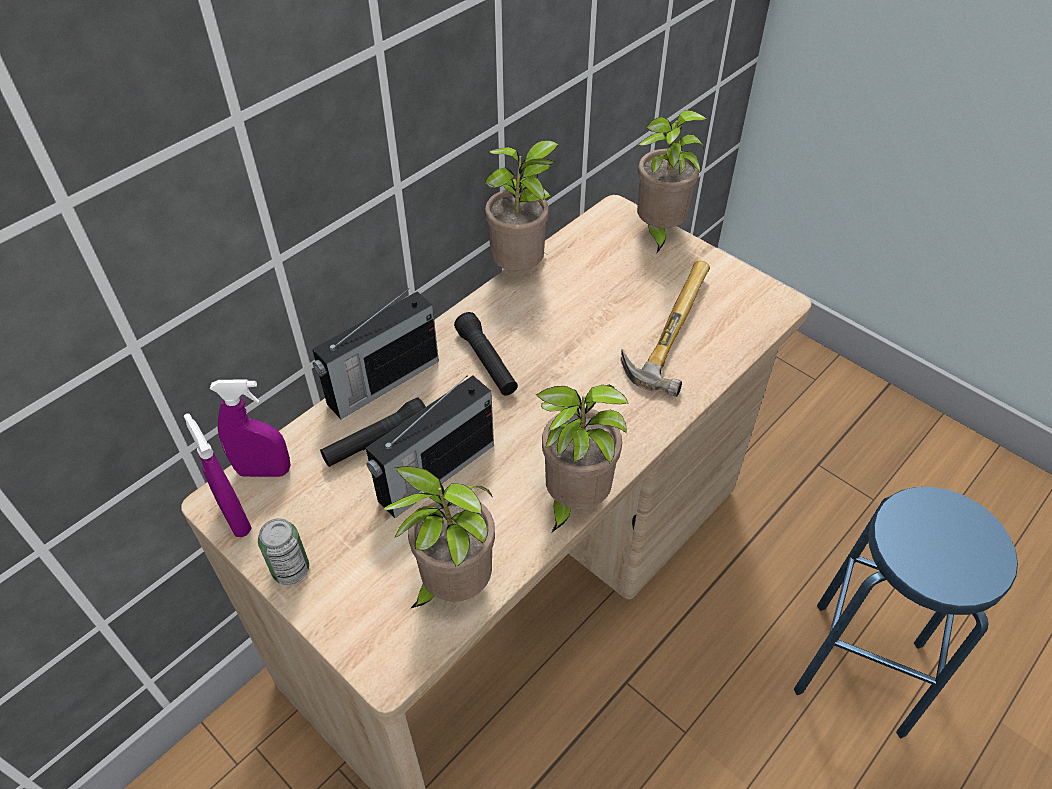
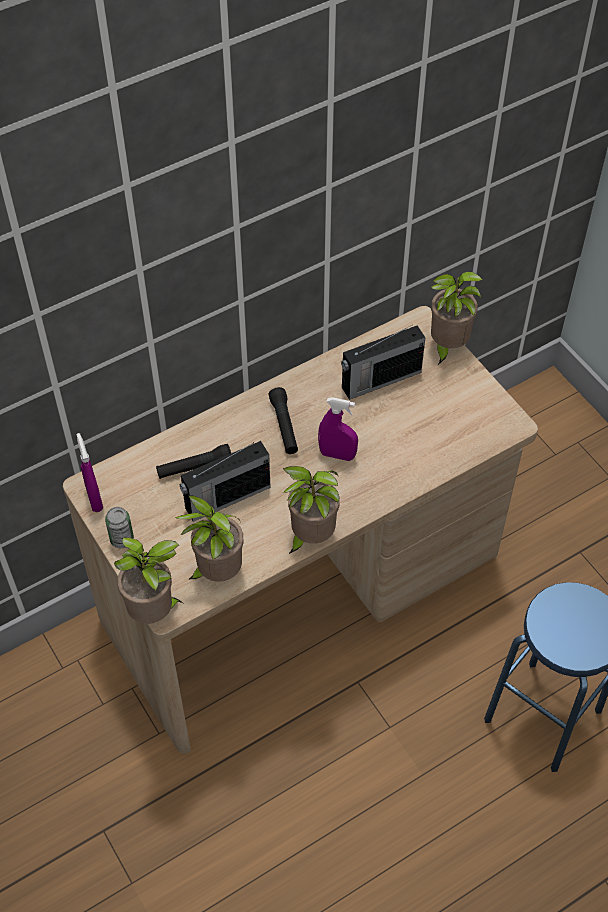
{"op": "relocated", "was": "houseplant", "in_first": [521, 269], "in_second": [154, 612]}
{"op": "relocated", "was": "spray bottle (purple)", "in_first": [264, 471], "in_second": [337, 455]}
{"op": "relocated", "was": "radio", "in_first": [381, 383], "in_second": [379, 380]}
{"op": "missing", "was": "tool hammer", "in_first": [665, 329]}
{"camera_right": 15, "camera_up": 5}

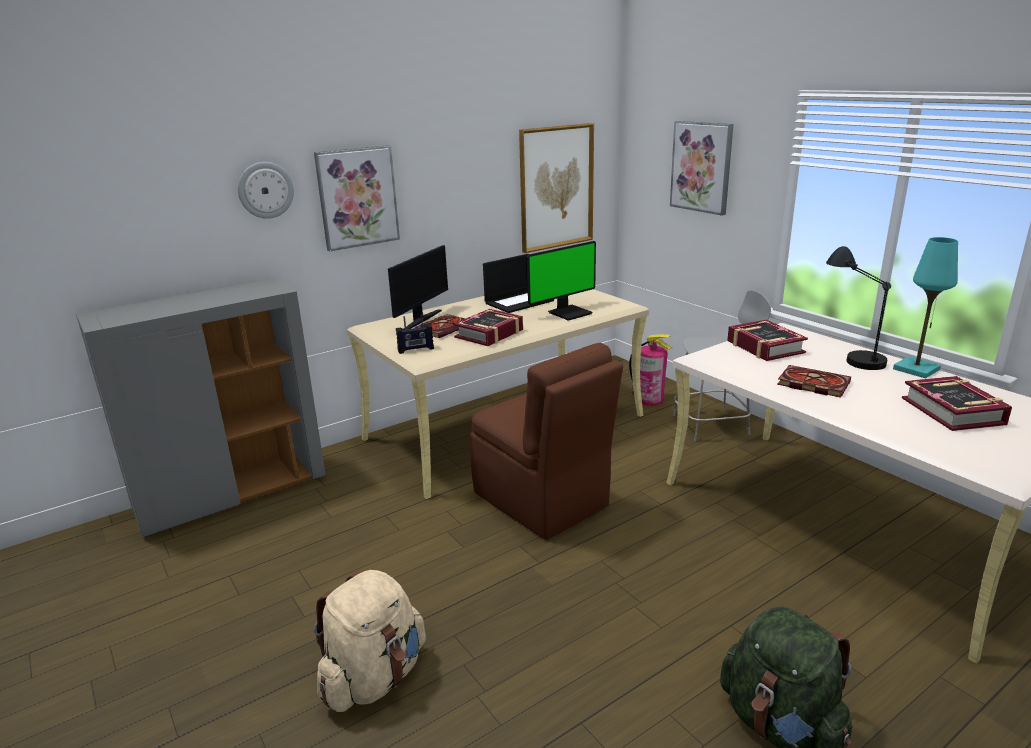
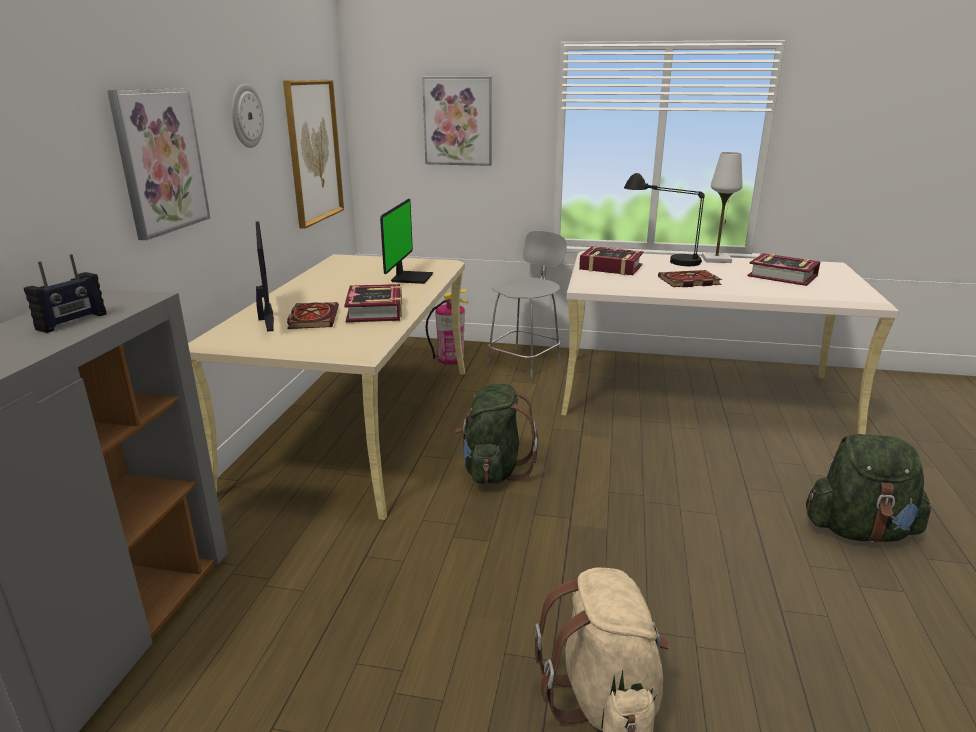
{"op": "relocated", "was": "radio", "in_first": [416, 350], "in_second": [72, 322]}
{"op": "relocated", "was": "hanging clock", "in_first": [265, 190], "in_second": [246, 116]}
{"op": "exchanged", "was": "plain chair (brown)", "now": "rucksack (greenish)", "in_first": [542, 501], "in_second": [494, 470]}
{"op": "colour", "was": "tabletop lamp (turquoise-coloured)", "now": "tabletop lamp (white)", "in_first": [916, 369], "in_second": [716, 259]}
{"op": "missing", "was": "notebook computer", "in_first": [519, 302]}
{"camera_right": -45, "camera_up": 0}

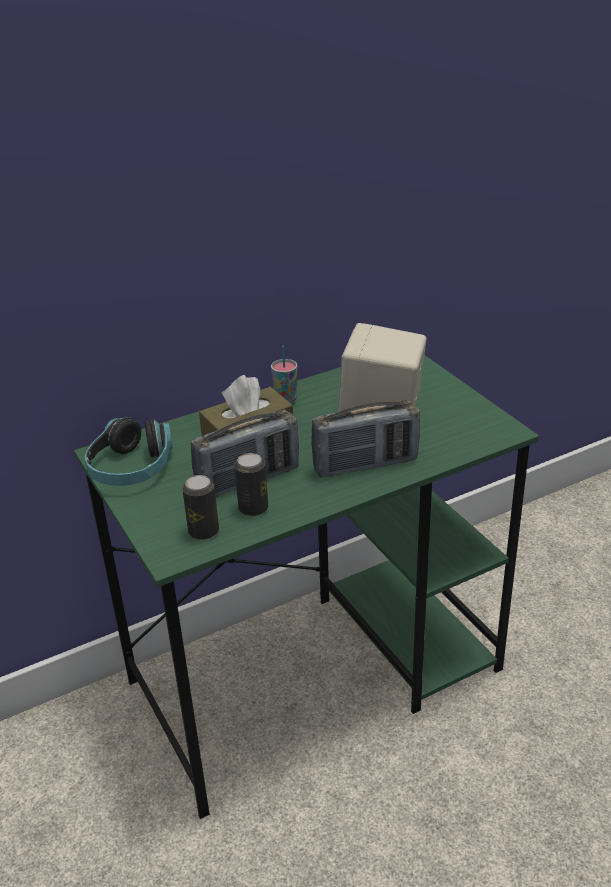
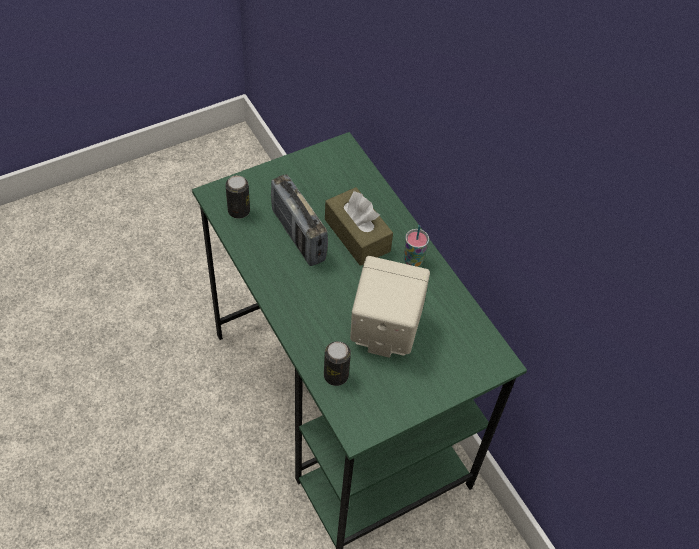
{"op": "relocated", "was": "can", "in_first": [253, 508], "in_second": [336, 375]}
{"op": "missing", "was": "headphones", "in_first": [131, 468]}
{"op": "missing", "was": "radio", "in_first": [365, 465]}
{"camera_right": 85, "camera_up": 20}

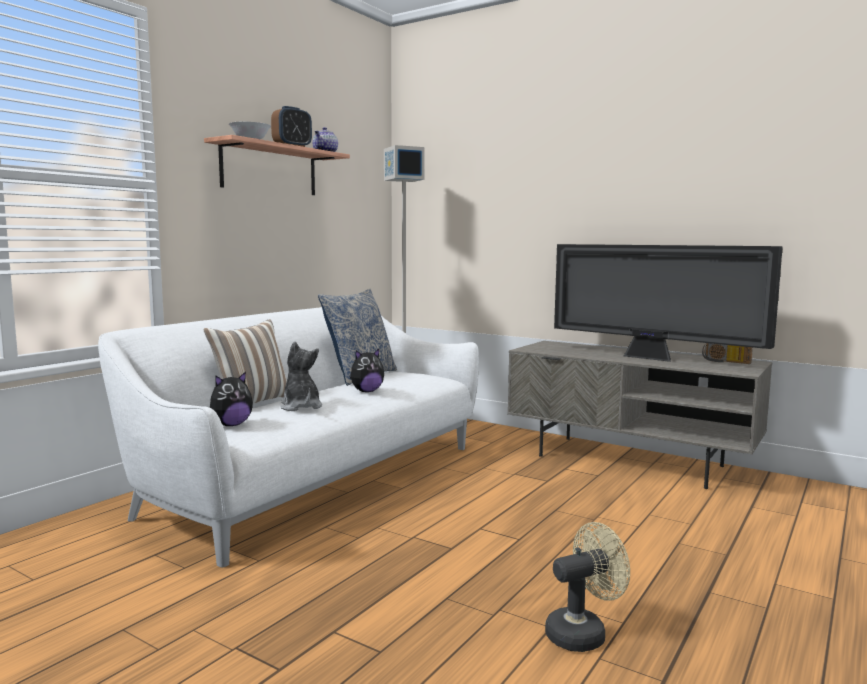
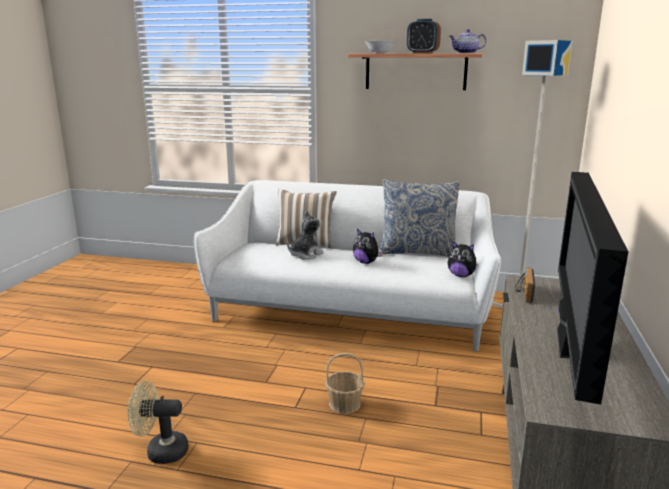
{"op": "spun", "was": "cooling fan (beige-coloured)", "in_first": [583, 633], "in_second": [160, 451], "clockwise": 135}
{"op": "appeared", "now": "household basket", "in_second": [345, 404]}
{"op": "relocated", "was": "soft toy", "in_first": [231, 425], "in_second": [461, 275]}
{"op": "relocated", "was": "radio", "in_first": [725, 362], "in_second": [523, 293]}
{"camera_right": 70, "camera_up": 10}

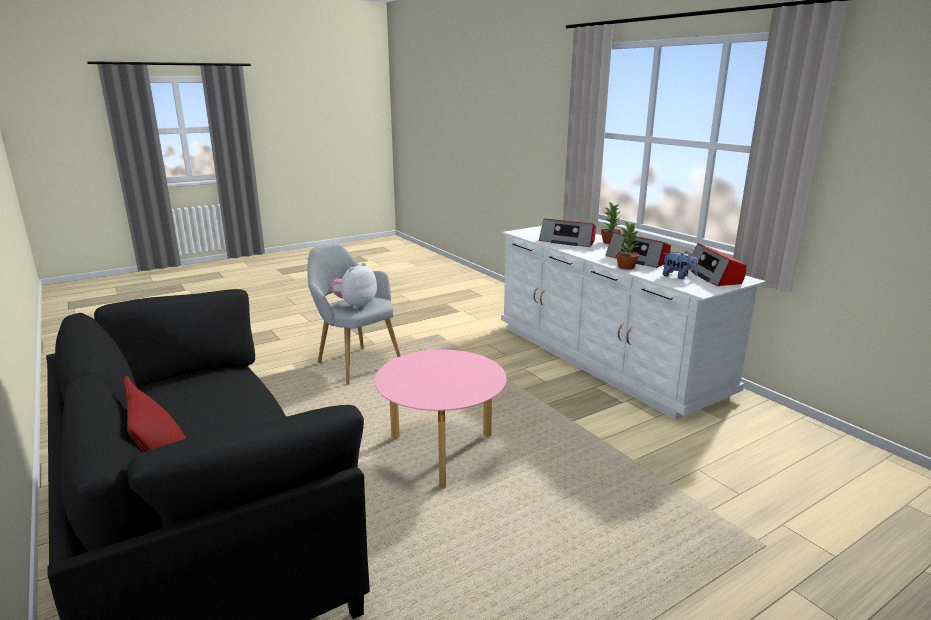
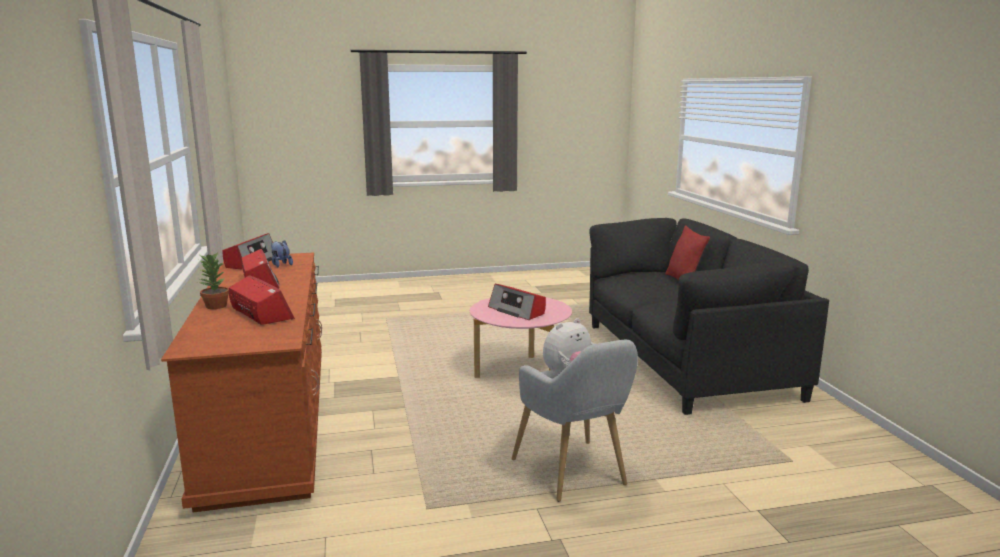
{"op": "colour", "was": "dresser (white)", "now": "dresser (brown)", "in_first": [605, 359], "in_second": [269, 423]}
{"op": "appeared", "now": "radio", "in_second": [517, 311]}
{"op": "missing", "was": "houseplant", "in_first": [626, 267]}
{"camera_right": -160, "camera_up": -5}

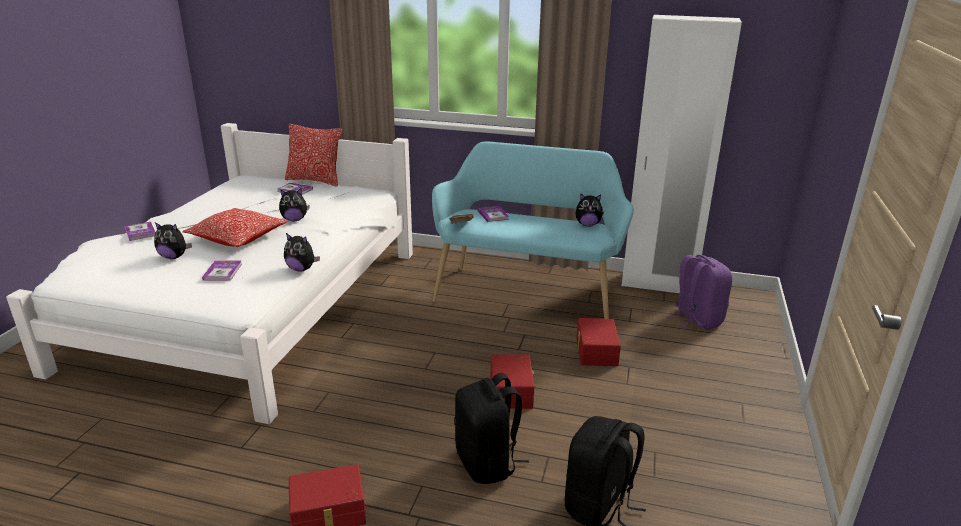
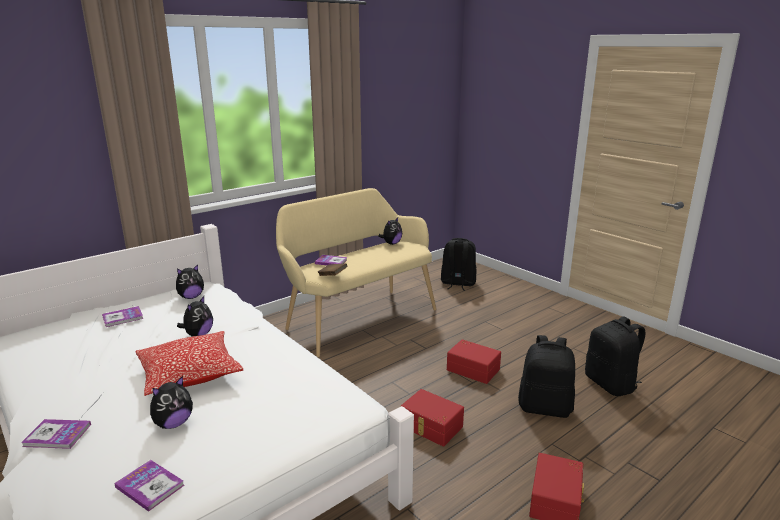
{"op": "relocated", "was": "bound book", "in_first": [222, 272], "in_second": [150, 486]}
{"op": "relocated", "was": "soft toy", "in_first": [302, 269], "in_second": [191, 297]}
{"op": "colour", "was": "bench (turquoise-coloured)", "now": "bench (beige-coloured)", "in_first": [527, 292], "in_second": [357, 318]}
{"op": "relocated", "was": "storage container (red)", "in_first": [595, 351], "in_second": [430, 427]}
{"op": "colour", "was": "rucksack (purple)", "now": "rucksack (black-coloured)", "in_first": [696, 319], "in_second": [457, 283]}
{"op": "missing", "was": "cushion", "in_first": [315, 180]}
{"op": "missing", "was": "armoire (white)", "in_first": [658, 284]}
{"camera_right": -55, "camera_up": -5}

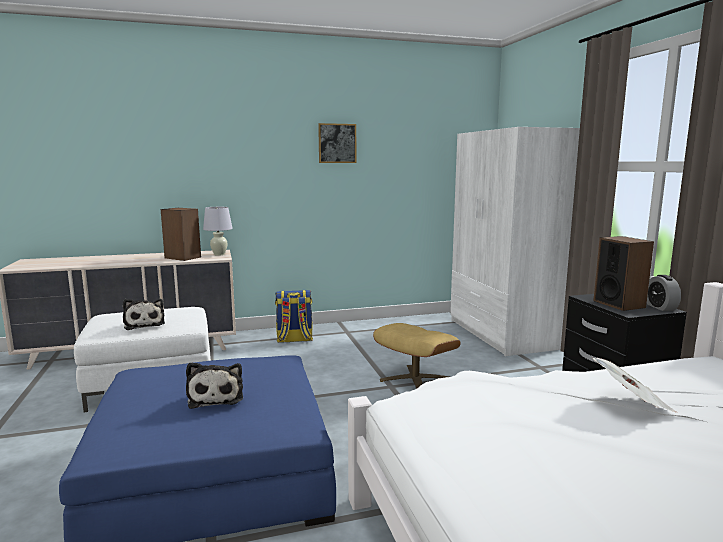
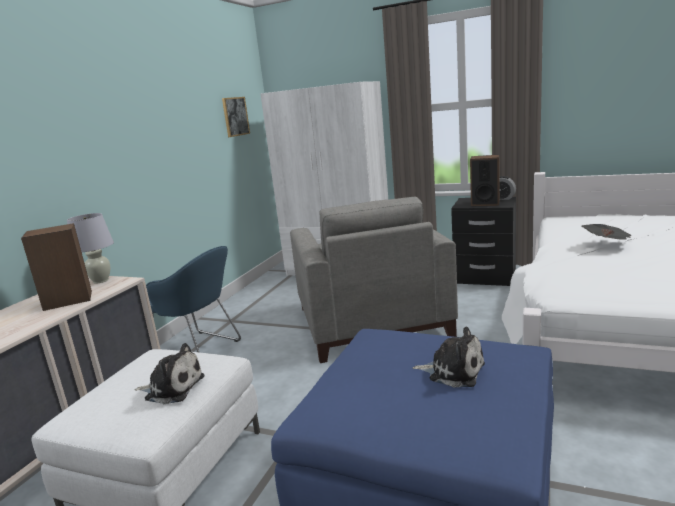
{"op": "exchanged", "was": "rucksack", "now": "lounge chair (bluish)", "in_first": [294, 340], "in_second": [201, 350]}
{"op": "relocated", "was": "wall picture", "in_first": [337, 143], "in_second": [235, 116]}
{"op": "exchanged", "was": "footrest (beige-coloured)", "now": "lounge chair (grey)", "in_first": [414, 379], "in_second": [370, 320]}
{"camera_right": -50, "camera_up": 5}

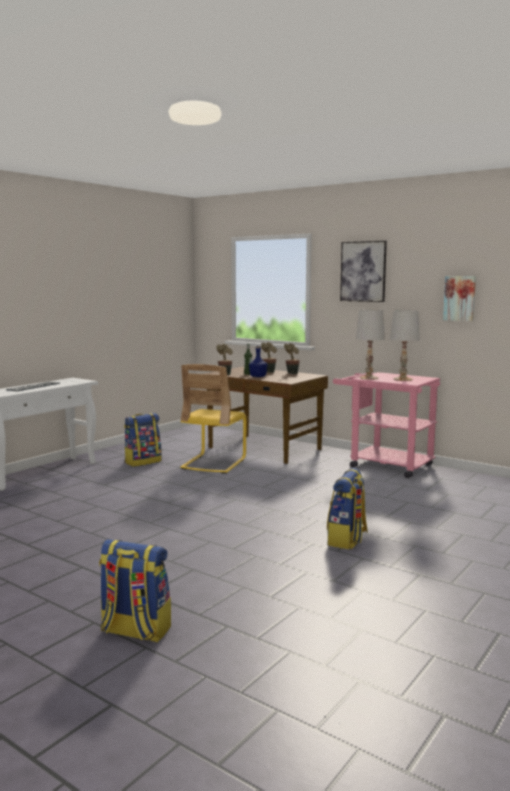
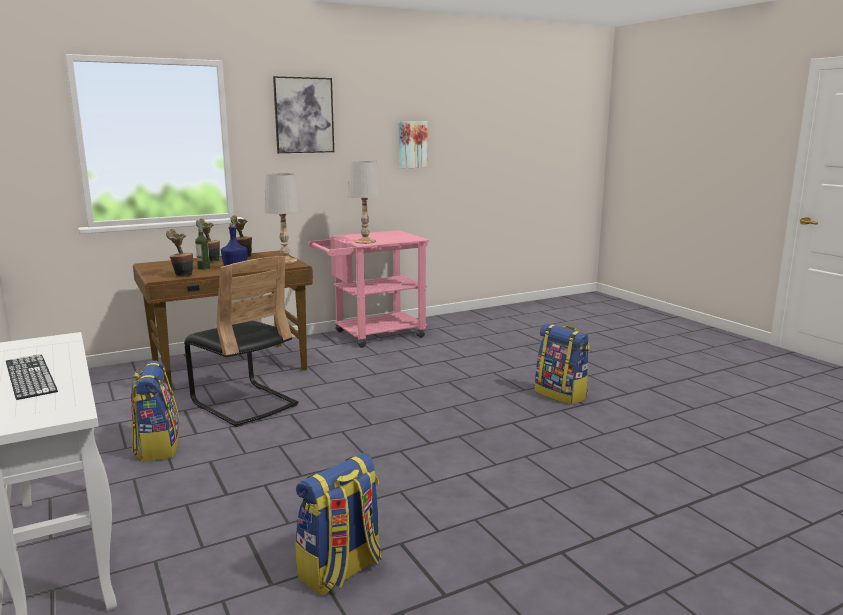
{"op": "colour", "was": "plain chair (yellowish)", "now": "plain chair (black-coloured)", "in_first": [214, 463], "in_second": [244, 404]}
{"op": "relocated", "was": "tabletop lamp (white)", "in_first": [402, 379], "in_second": [285, 261]}
{"op": "relocated", "was": "rucksack", "in_first": [135, 631], "in_second": [341, 571]}
{"camera_right": -65, "camera_up": 5}

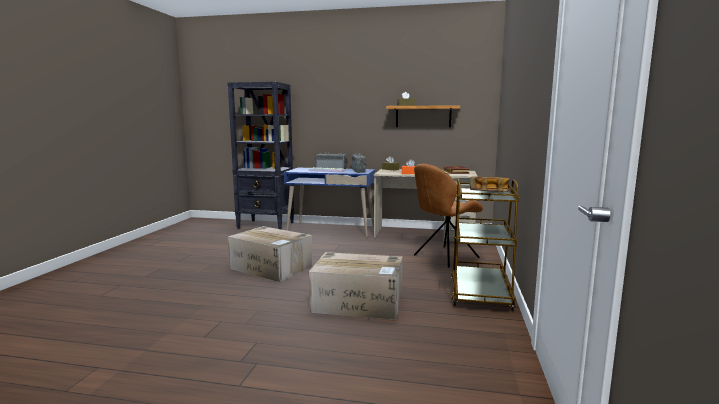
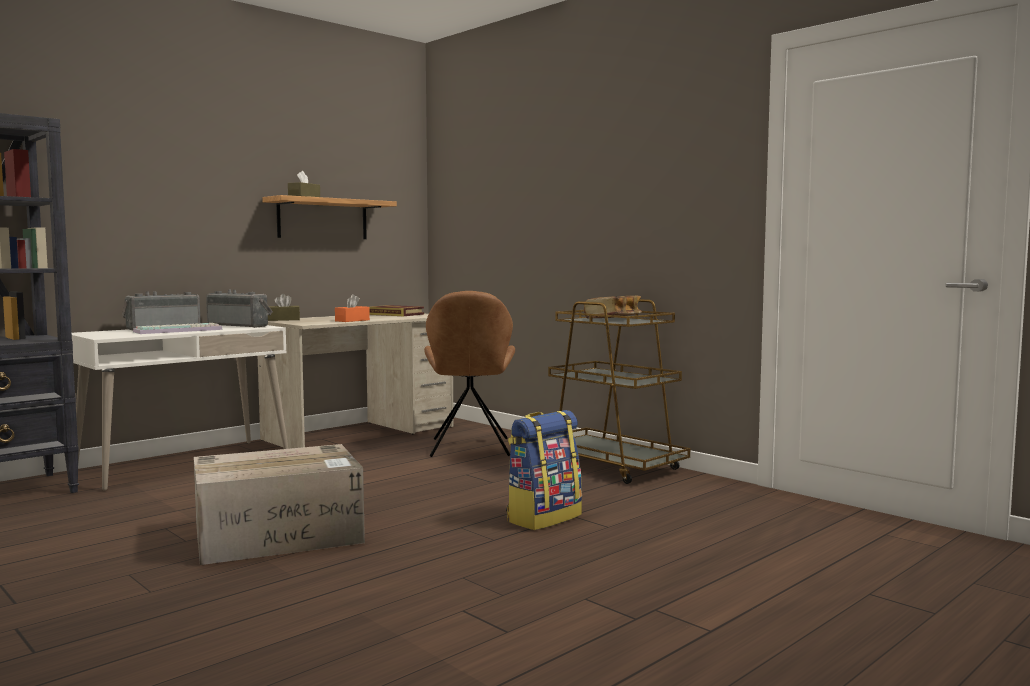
{"op": "colour", "was": "desk table (bluish)", "now": "desk table (white)", "in_first": [331, 230], "in_second": [184, 464]}
{"op": "exchanged", "was": "packing box", "now": "rucksack", "in_first": [359, 302], "in_second": [543, 518]}
{"camera_right": -55, "camera_up": -5}

